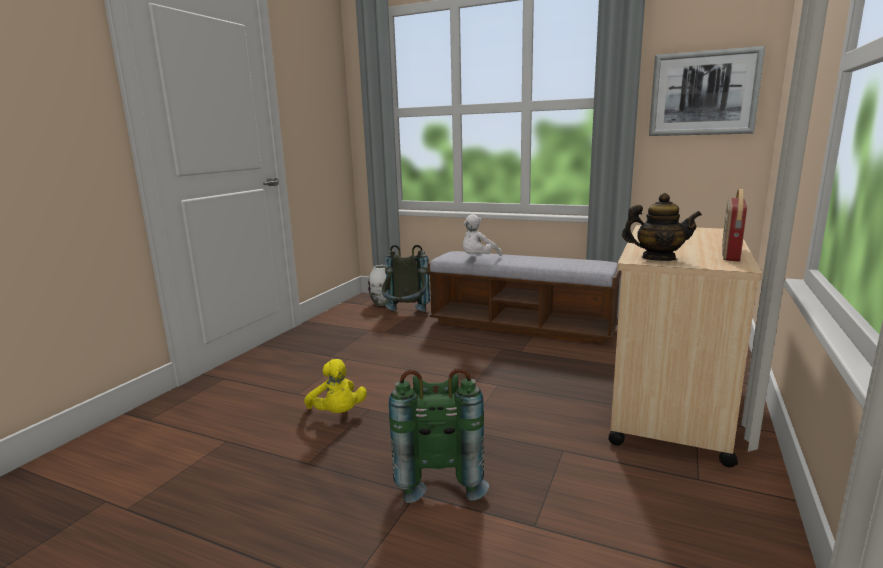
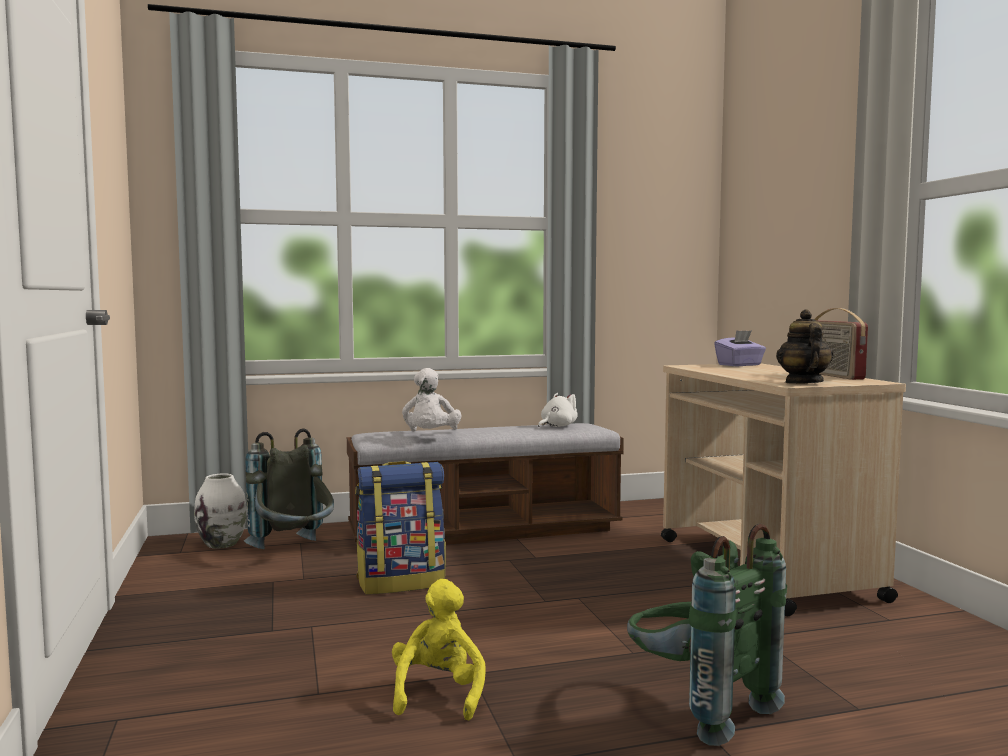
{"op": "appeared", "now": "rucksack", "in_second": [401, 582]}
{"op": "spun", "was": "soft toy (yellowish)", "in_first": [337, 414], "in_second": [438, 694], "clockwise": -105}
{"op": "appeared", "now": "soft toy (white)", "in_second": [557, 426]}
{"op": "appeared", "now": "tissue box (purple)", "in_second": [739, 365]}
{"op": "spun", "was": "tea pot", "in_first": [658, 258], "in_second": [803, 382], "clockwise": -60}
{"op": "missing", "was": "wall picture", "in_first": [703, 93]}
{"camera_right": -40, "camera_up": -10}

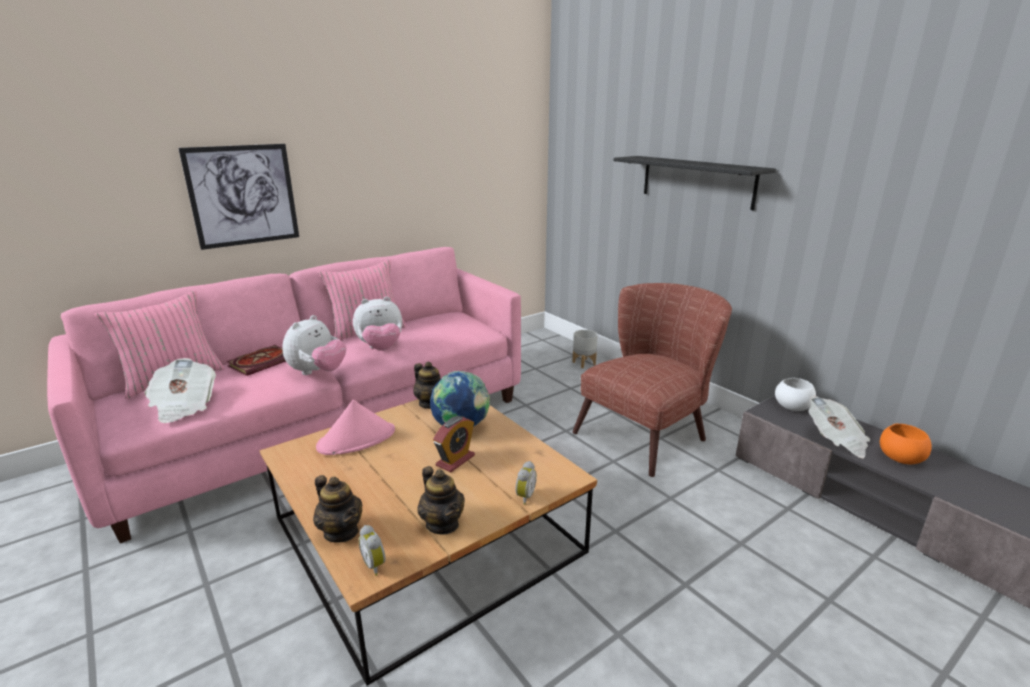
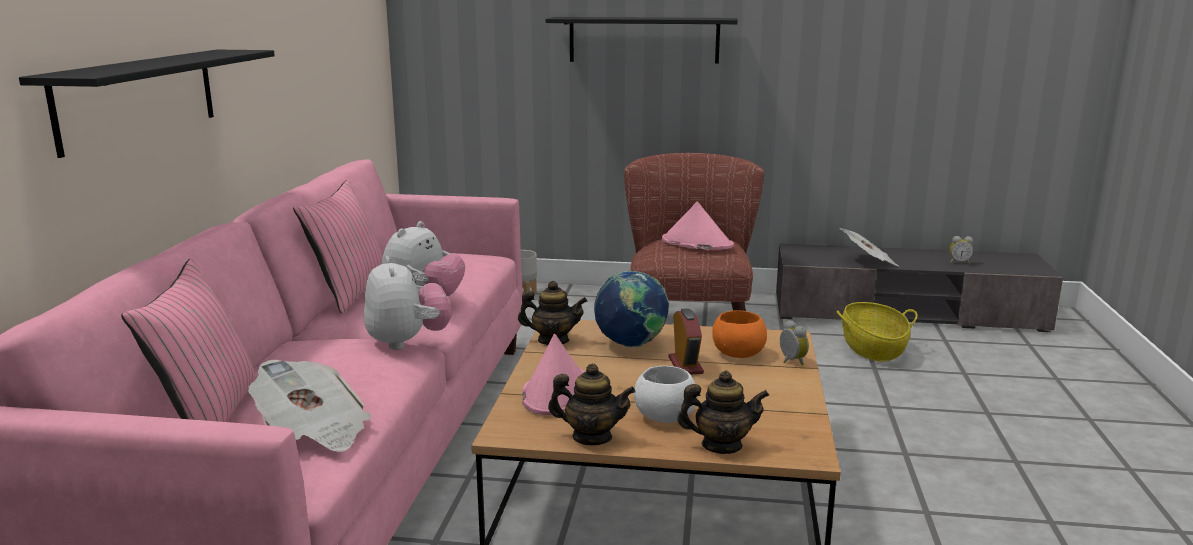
{"op": "exchanged", "was": "wall picture", "now": "bracket shelf (black-coloured)", "in_first": [243, 195], "in_second": [138, 98]}
{"op": "relocated", "was": "tea pot", "in_first": [442, 524], "in_second": [592, 437]}
{"op": "relocated", "was": "deep dish (white)", "in_first": [793, 407], "in_second": [665, 416]}
{"op": "appeared", "now": "hat (pink-coloured)", "in_second": [696, 243]}
{"op": "relocated", "was": "deep dish (orange)", "in_first": [900, 458], "in_second": [738, 353]}
{"op": "appeared", "now": "household basket", "in_second": [872, 349]}
{"op": "relocated", "was": "bedside clock", "in_first": [375, 564], "in_second": [959, 263]}
{"op": "missing", "was": "bound book", "in_first": [263, 362]}
{"camera_right": -45, "camera_up": -5}

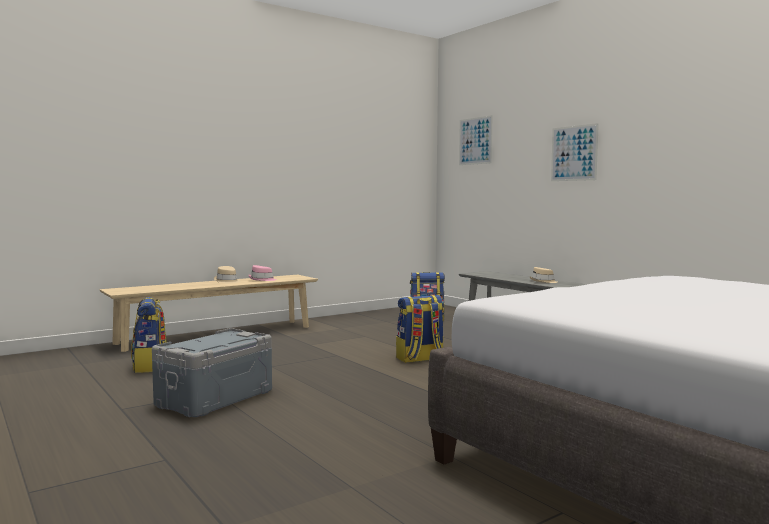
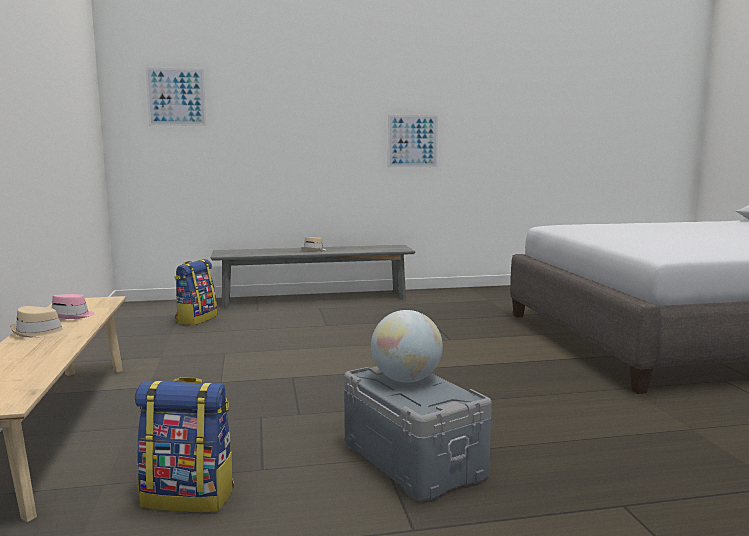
{"op": "appeared", "now": "desk globe", "in_second": [406, 380]}
{"op": "relocated", "was": "wall picture", "in_first": [574, 153], "in_second": [412, 141]}
{"op": "missing", "was": "rucksack", "in_first": [420, 359]}
{"camera_right": -65, "camera_up": 5}

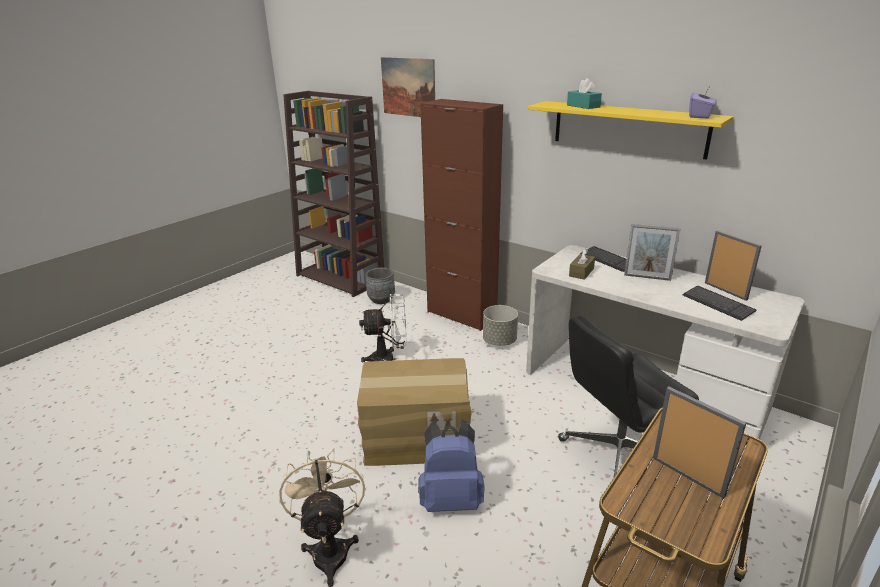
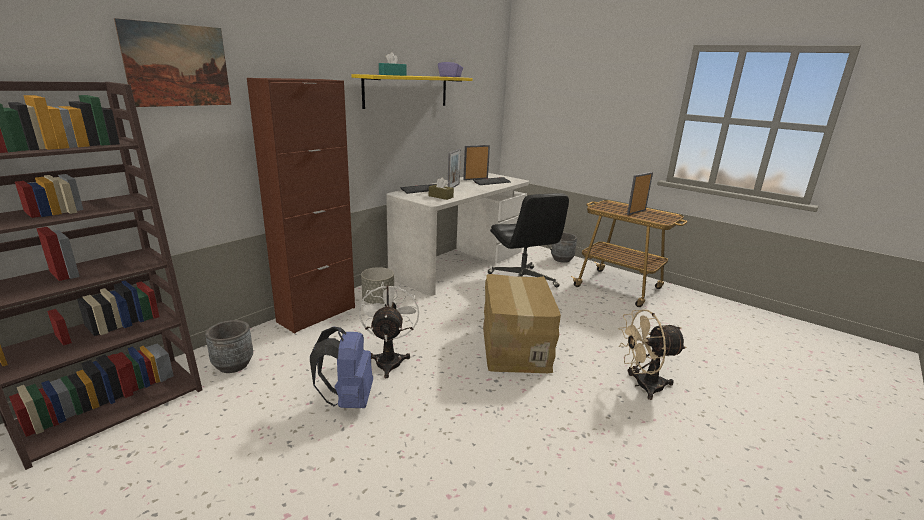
{"op": "relocated", "was": "rucksack (bluish)", "in_first": [451, 499], "in_second": [348, 400]}
{"op": "appeared", "now": "planter (grey)", "in_second": [561, 259]}
{"camera_right": -90, "camera_up": -5}

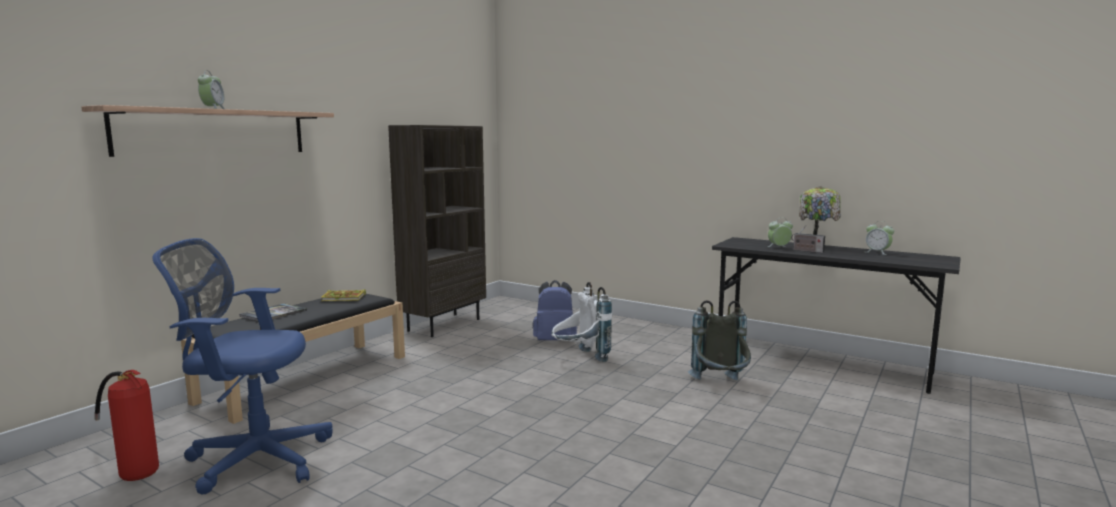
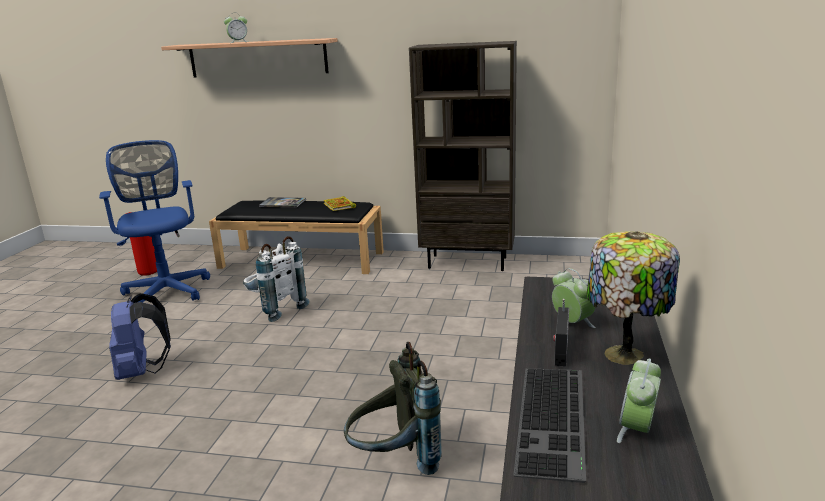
{"op": "relocated", "was": "rucksack (bluish)", "in_first": [555, 341], "in_second": [142, 371]}
{"op": "relocated", "was": "rucksack (white)", "in_first": [579, 358], "in_second": [275, 309]}
{"op": "appeared", "now": "PC keyboard", "in_second": [555, 420]}
{"camera_right": 70, "camera_up": 10}

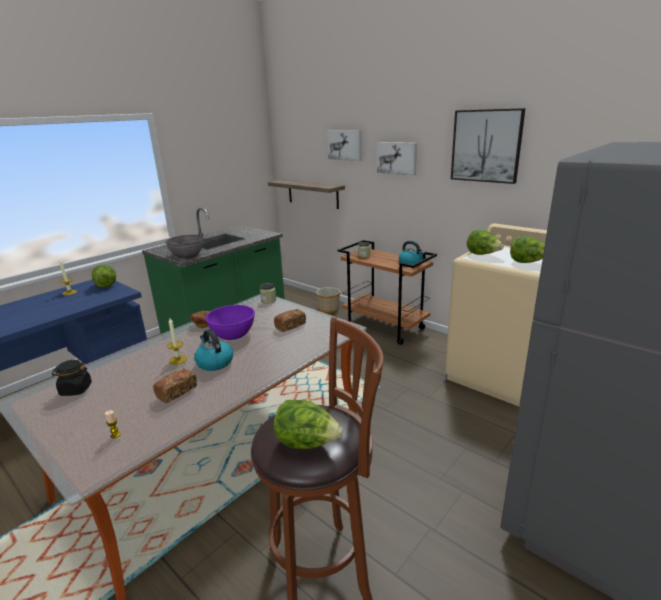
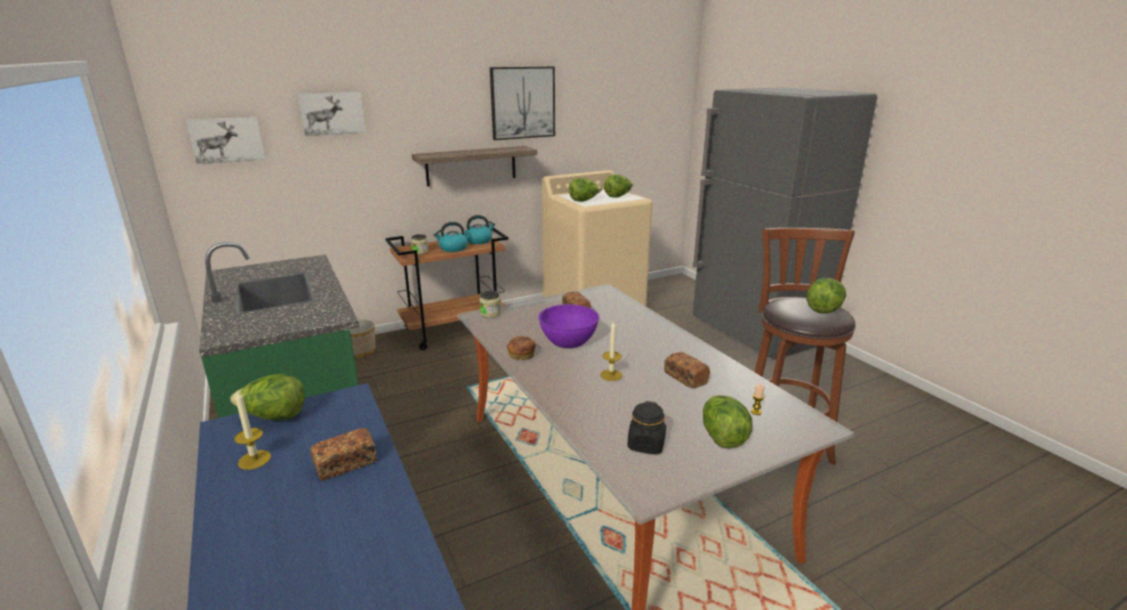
{"op": "relocated", "was": "wall picture", "in_first": [397, 158], "in_second": [227, 140]}
{"op": "appeared", "now": "baked bread", "in_second": [345, 464]}
{"op": "relocated", "was": "bracket shelf", "in_first": [312, 193], "in_second": [471, 166]}
{"op": "relocated", "was": "tea kettle", "in_first": [214, 362], "in_second": [453, 248]}
{"op": "appeared", "now": "lettuce", "in_second": [722, 437]}
{"op": "missing", "was": "deep dish (grey)", "in_first": [187, 255]}
{"camera_right": -70, "camera_up": 0}

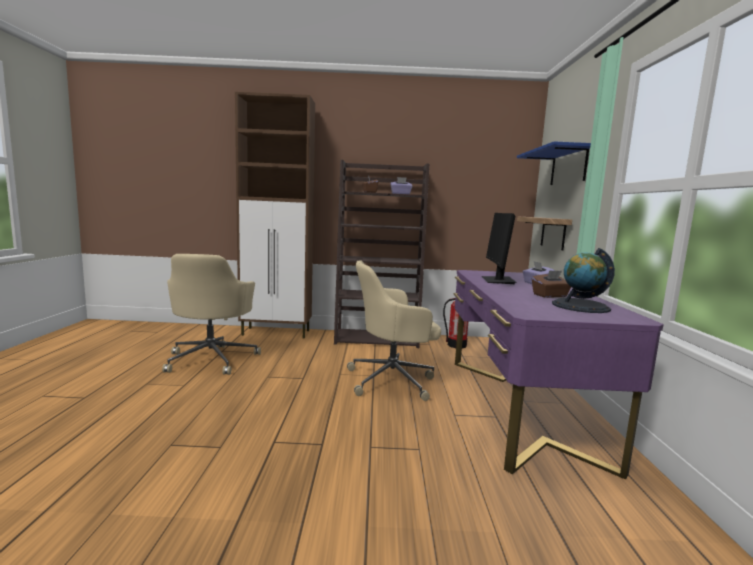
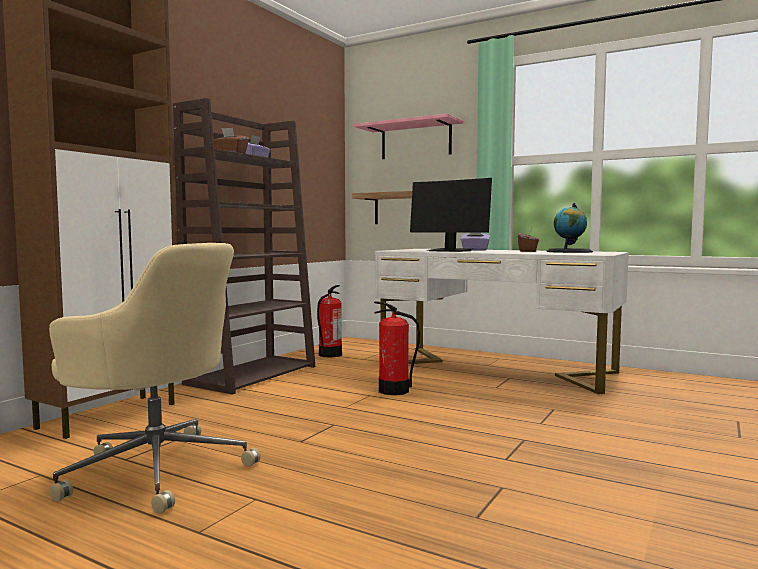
{"op": "colour", "was": "bracket shelf (bluish)", "now": "bracket shelf (pink-coloured)", "in_first": [568, 167], "in_second": [416, 141]}
{"op": "exchanged", "was": "office chair (beige-coloured)", "now": "fire extinguisher", "in_first": [393, 380], "in_second": [394, 391]}
{"op": "colour", "was": "desk table (purple)", "now": "desk table (white)", "in_first": [519, 406], "in_second": [495, 368]}
{"camera_right": -60, "camera_up": -5}

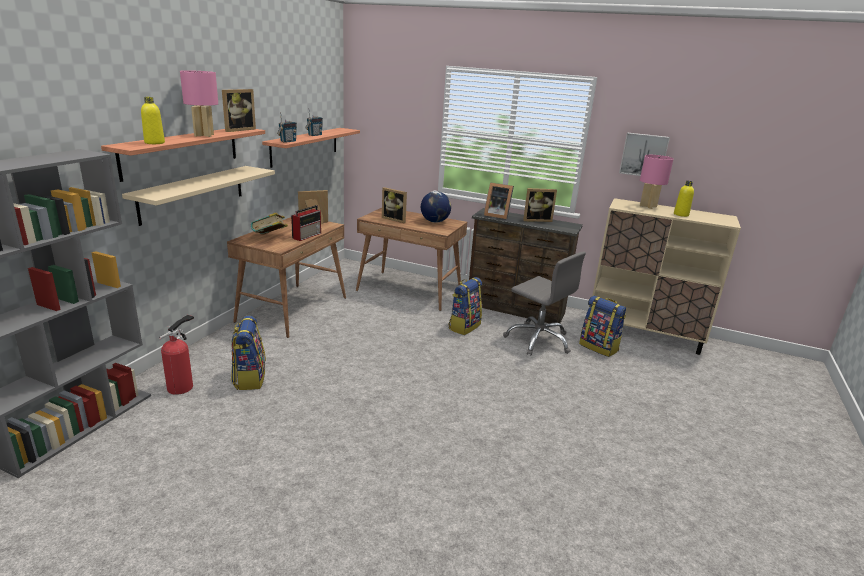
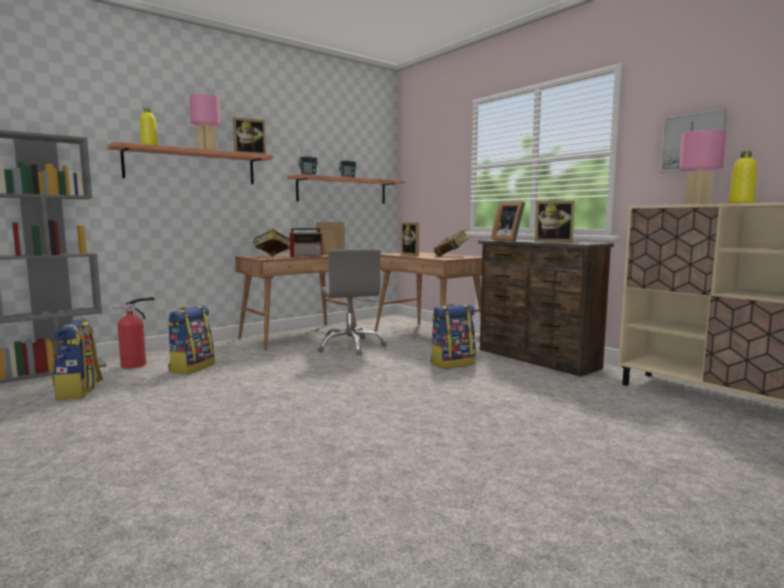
{"op": "relocated", "was": "rucksack", "in_first": [599, 347], "in_second": [80, 391]}
{"op": "relocated", "was": "office chair (grey)", "in_first": [538, 340], "in_second": [350, 346]}
{"op": "exchanged", "was": "desk globe", "now": "bound book", "in_first": [435, 221], "in_second": [452, 256]}
{"op": "missing", "was": "bracket shelf (beige-coloured)", "in_first": [193, 193]}
{"camera_right": 30, "camera_up": -15}

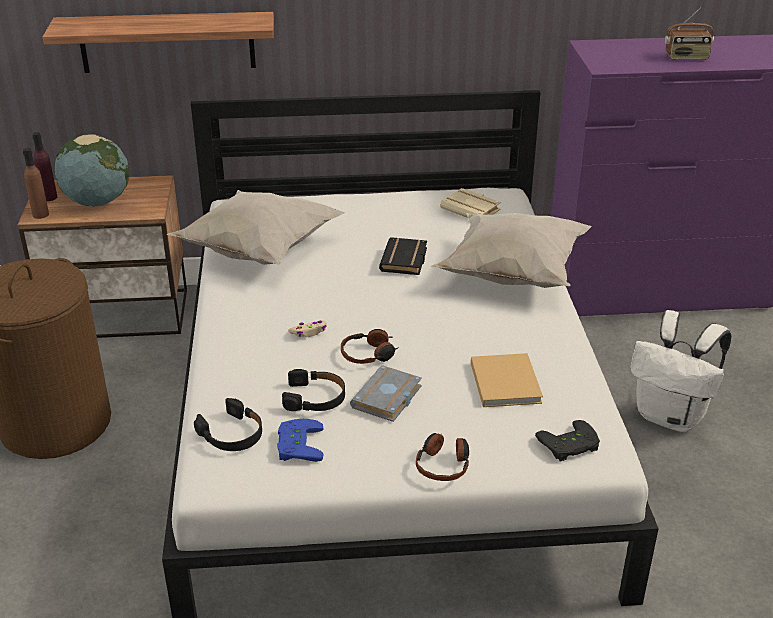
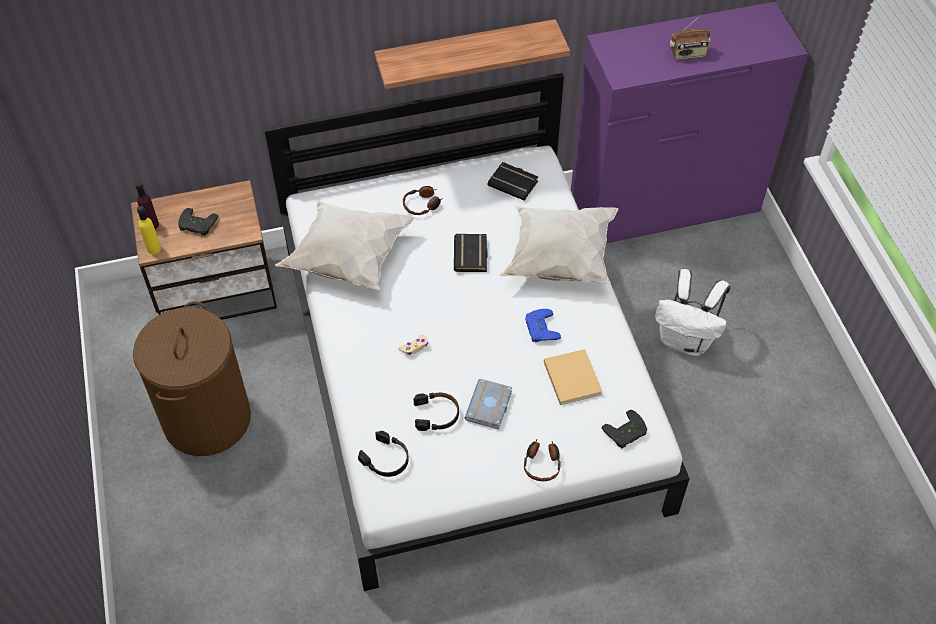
{"op": "colour", "was": "drink bottle (brown)", "now": "drink bottle (yellowish)", "in_first": [40, 214], "in_second": [153, 248]}
{"op": "exchanged", "was": "desk globe", "now": "game controller (black-coloured)", "in_first": [97, 202], "in_second": [196, 225]}
{"op": "relocated", "was": "bracket shelf", "in_first": [167, 42], "in_second": [466, 53]}
{"op": "relocated", "was": "headphones", "in_first": [369, 354], "in_second": [422, 204]}
{"op": "colour", "was": "bound book (beige-coloured)", "now": "bound book (black-coloured)", "in_first": [472, 209], "in_second": [514, 183]}
{"op": "relocated", "was": "game controller (bluish)", "in_first": [296, 444], "in_second": [539, 328]}
{"camera_right": -10, "camera_up": 20}

